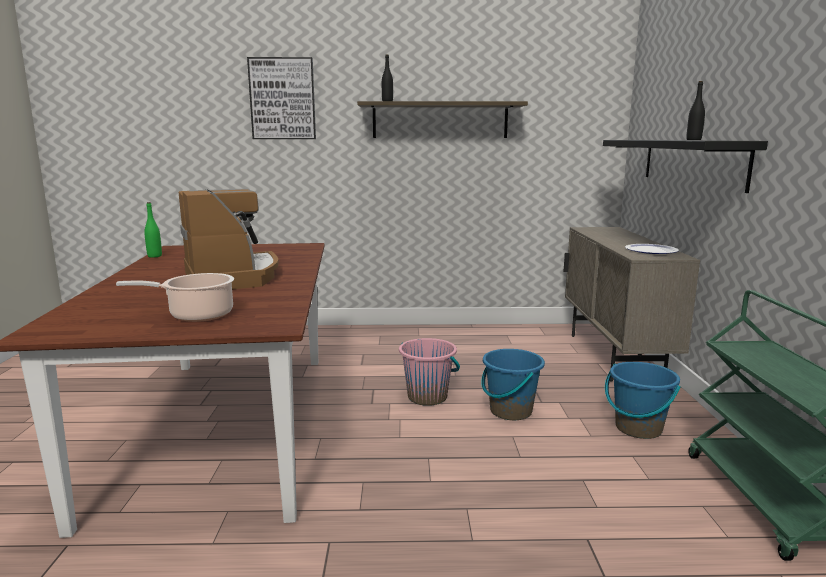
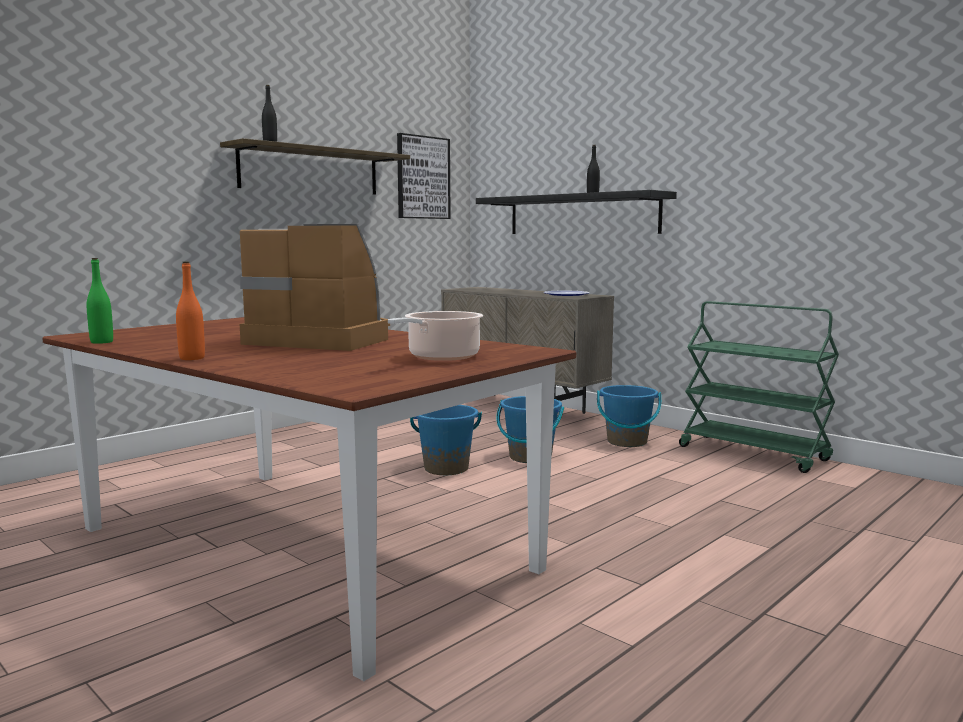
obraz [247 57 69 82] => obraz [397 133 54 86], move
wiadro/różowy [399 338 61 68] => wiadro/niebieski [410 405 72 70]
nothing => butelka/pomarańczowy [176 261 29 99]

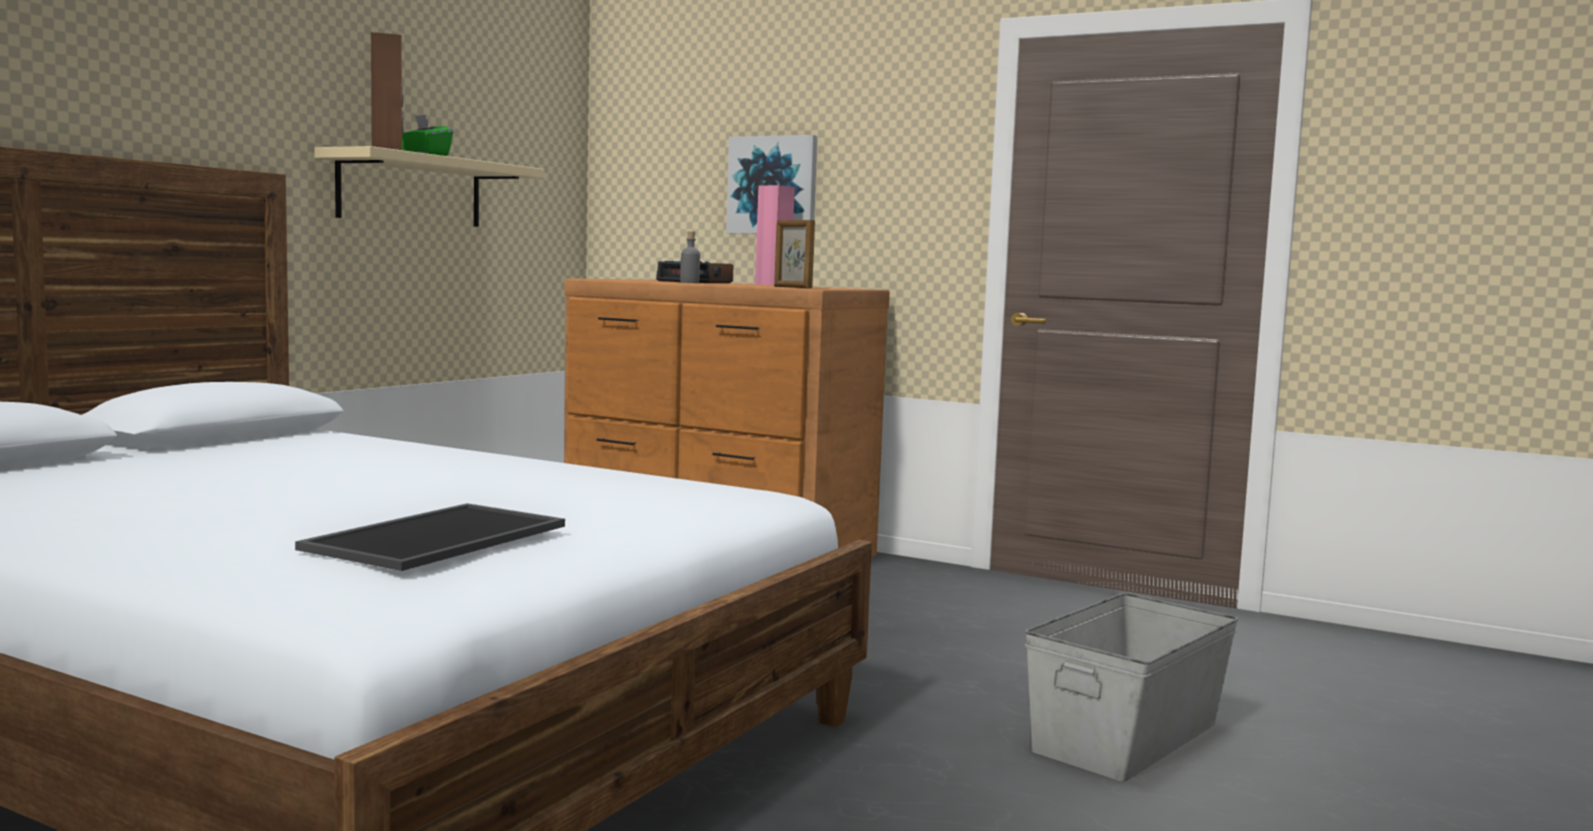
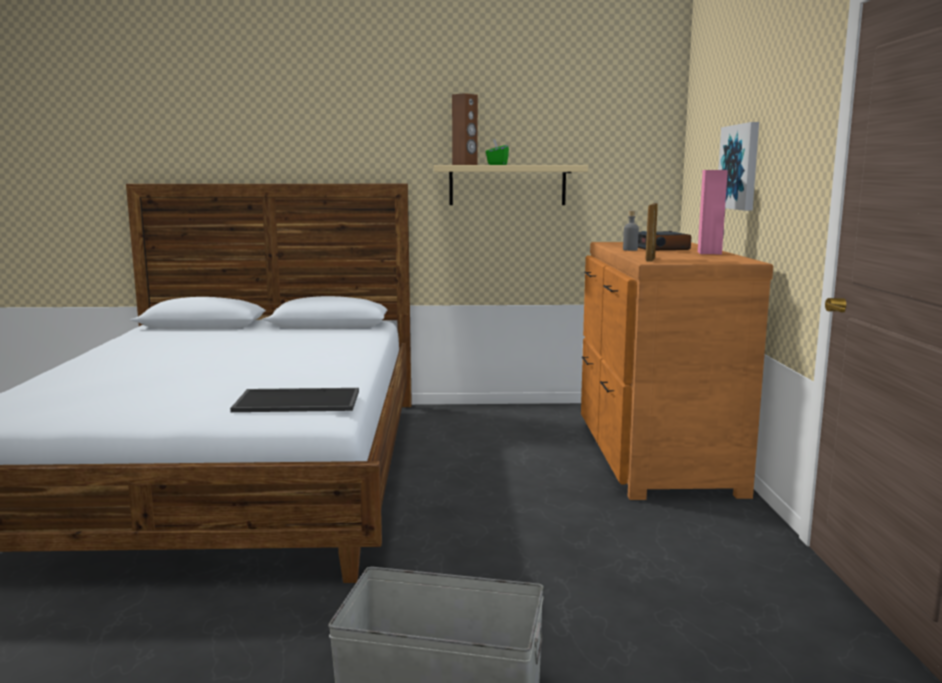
taca [295 503 270 68] => taca [230 388 129 24], move

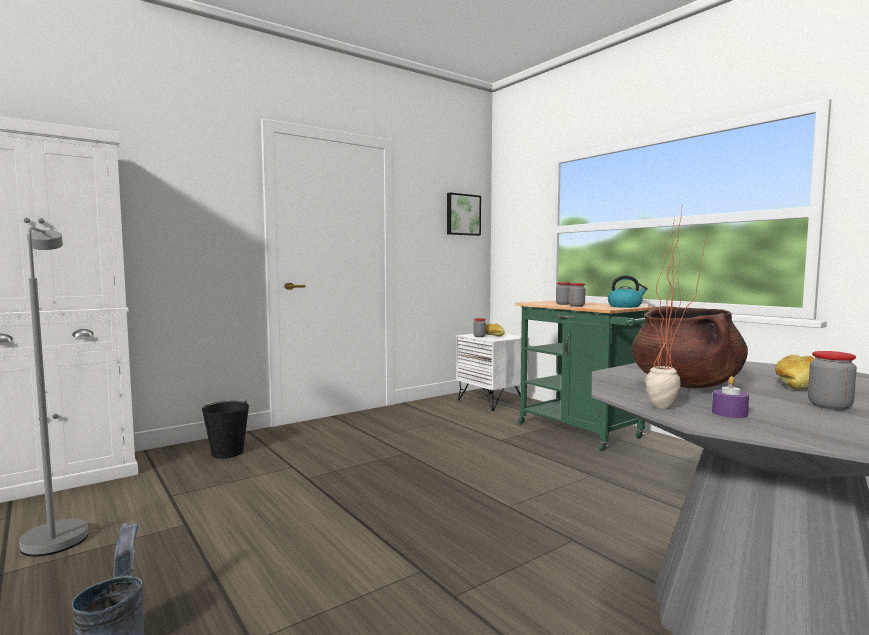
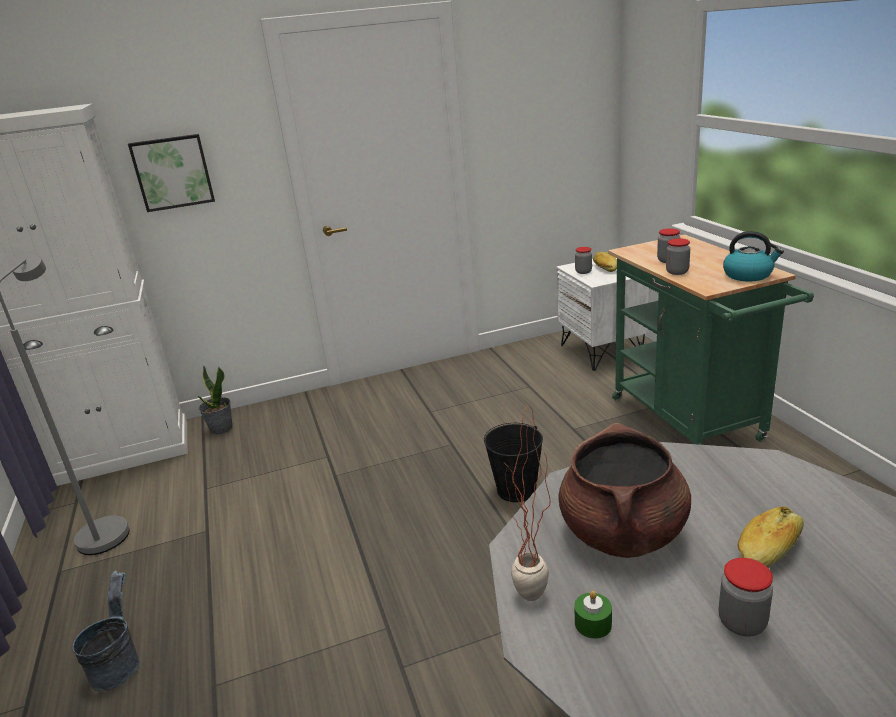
wiadro/czarny [202 401 47 57] => wiadro/czarny [484 423 59 79], move
obraz [447 193 34 43] => obraz [128 134 87 78], move
świeca/fioletowy [712 376 37 42] => świeca/zielony [574 591 38 48]
nothing => roślina doniczkowa [198 365 35 69]

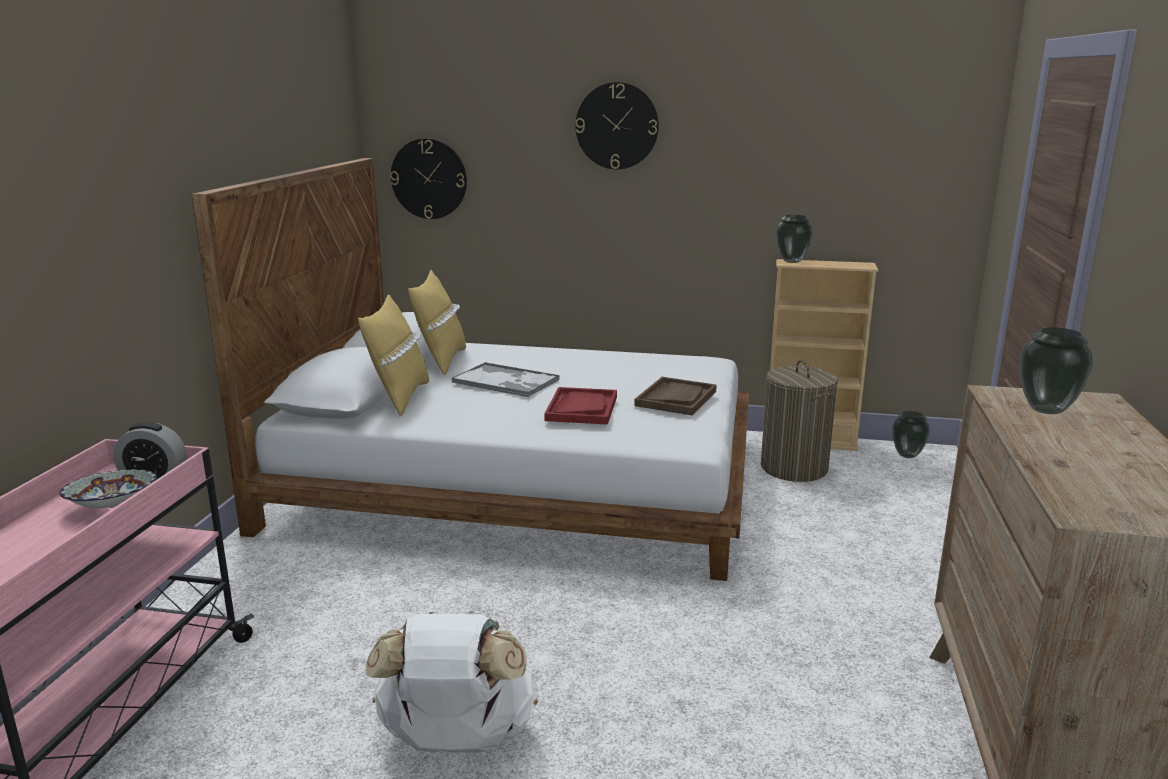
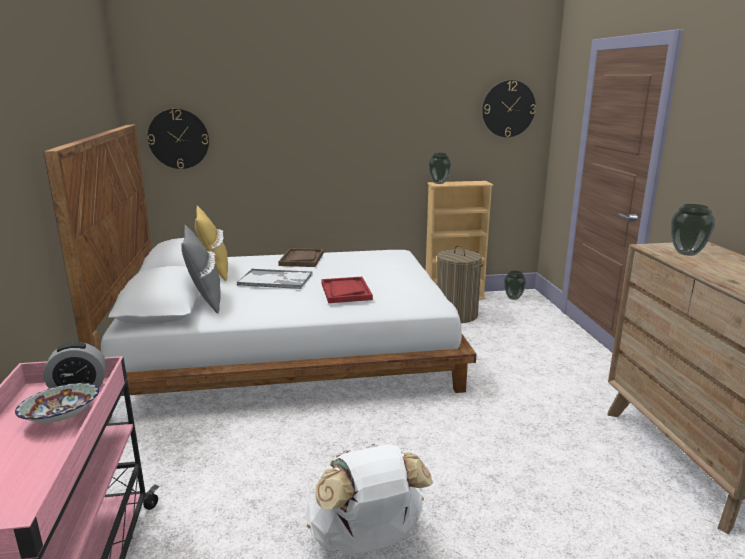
poduszka/żółty [358 294 71 122] => poduszka/szary [181 224 40 90]
zegar ścienny [575 82 84 87] => zegar ścienny [482 80 54 57], move
taca/brązowy [634 377 83 38] => taca/brązowy [278 248 46 19], move

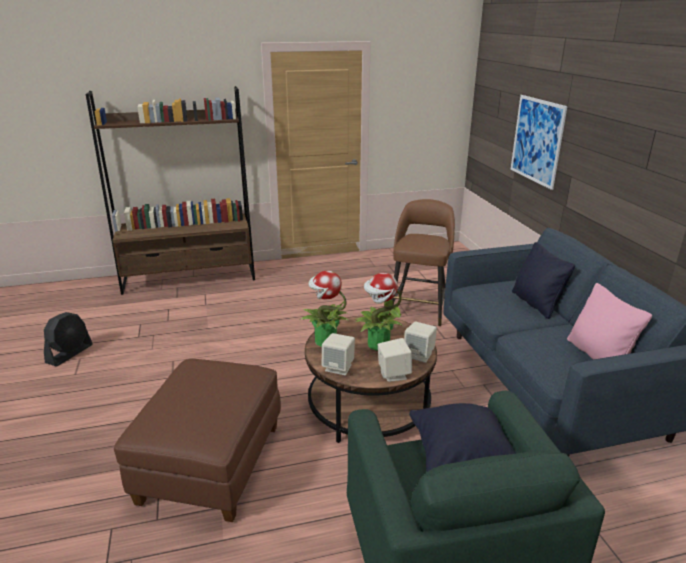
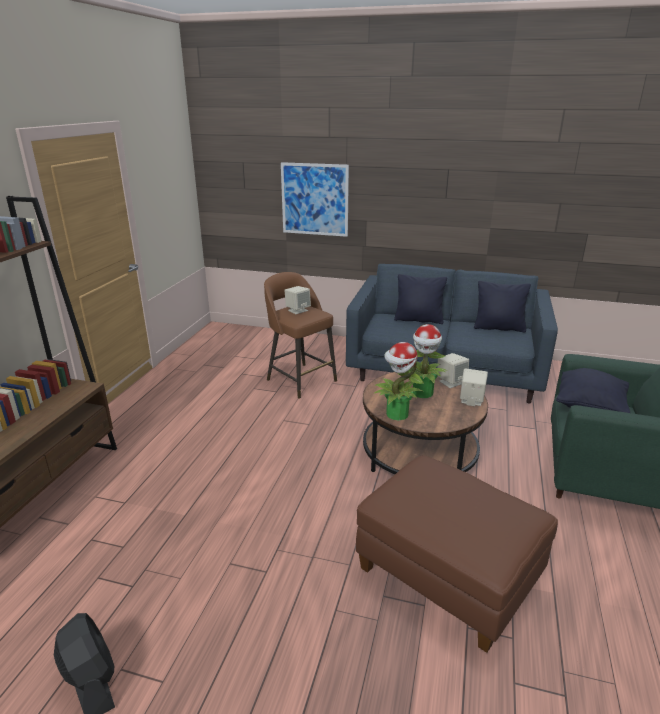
głośnik/beżowy [322 333 33 42] => głośnik/beżowy [284 286 27 28], move
poduszka/różowy [567 283 85 77] => poduszka/czarny [474 281 57 52]

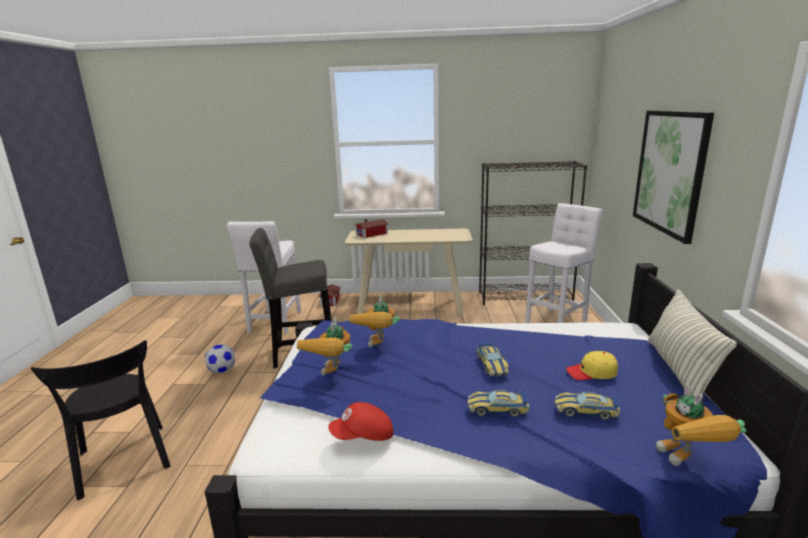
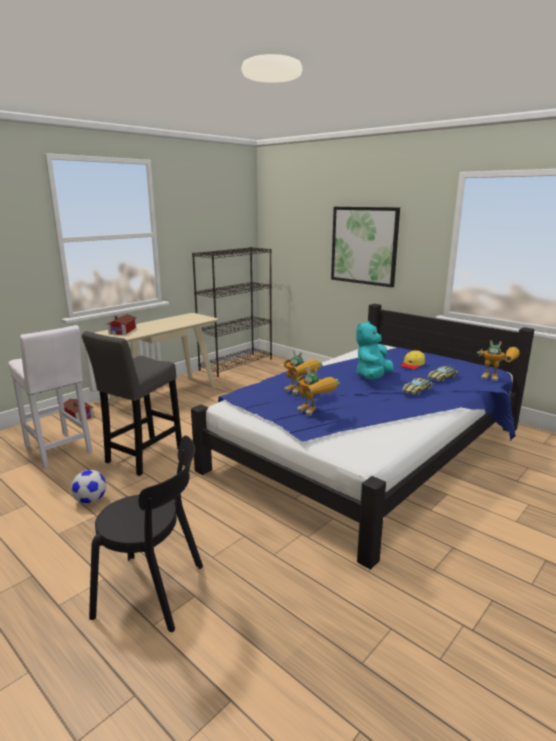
czapka z daszkiem/czerwony [328 402 65 39] => nothing
samochodzik [477 343 32 33] => pluszak/turkusowy [356 321 38 59]
stołek/biały [525 203 78 120] => nothing
poduszka [648 289 89 107] => nothing

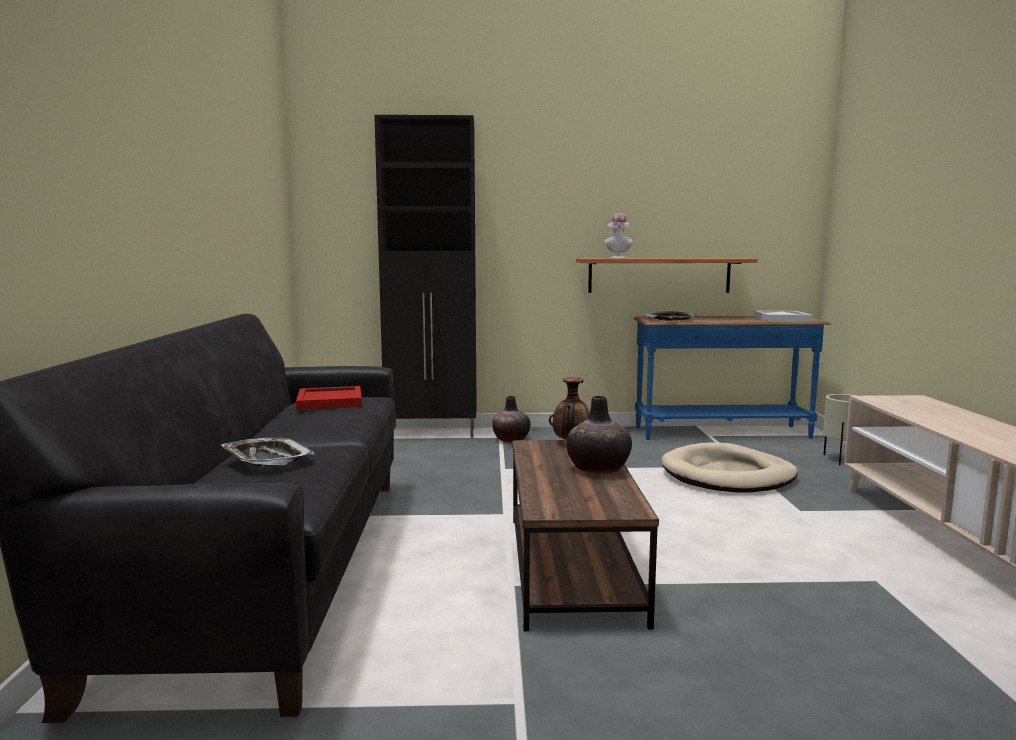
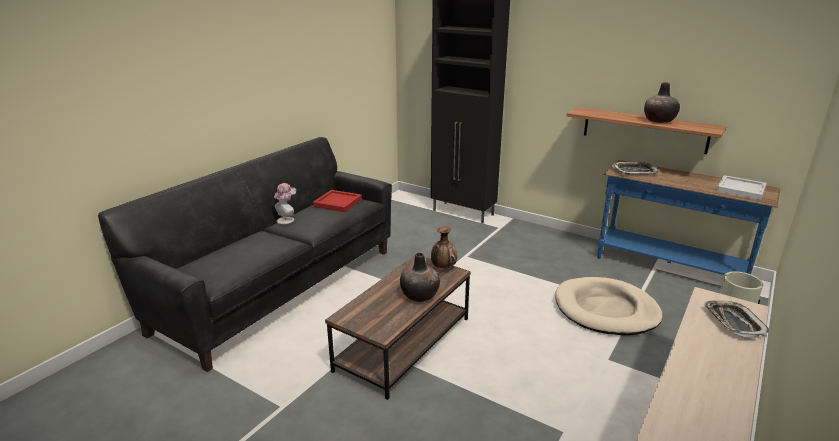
taca [221 437 93 30] => taca [703 300 68 38], move
wazon [492 396 38 46] => wazon [644 82 36 41], move
kapelusz [605 213 28 45] => kapelusz [274 183 22 41], move

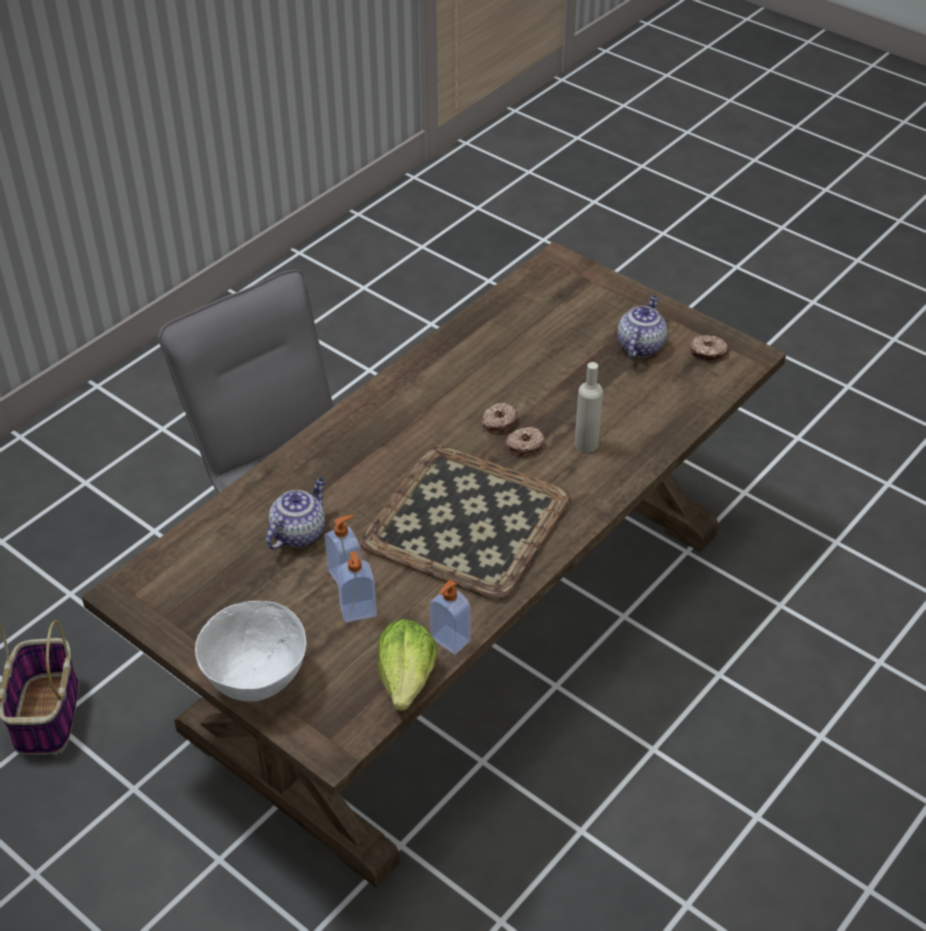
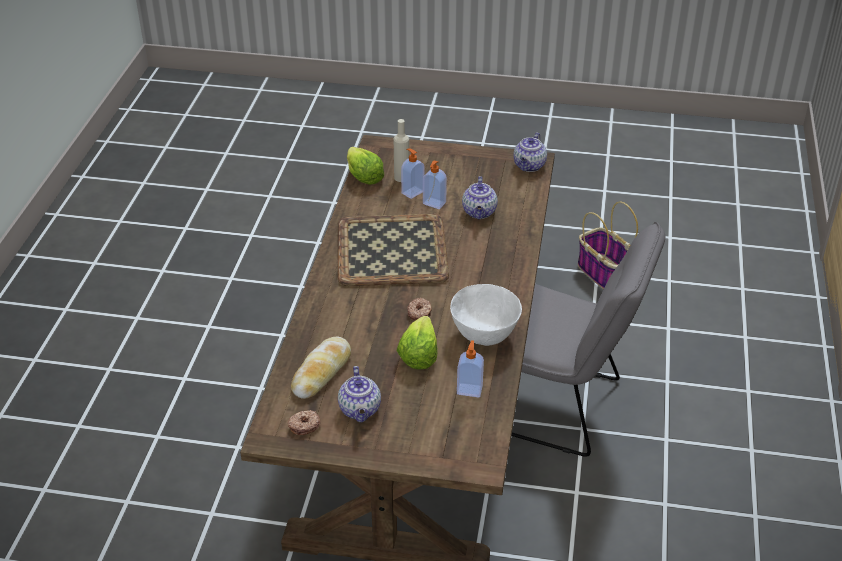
miska/biały [195 601 111 101] => miska/biały [450 284 72 62], move
dozownik mydła [430 580 41 75] => dozownik mydła [457 340 27 57], move
donut [505 427 40 30] => nothing
butelka/beżowy [575 362 28 90] => butelka/beżowy [394 119 15 63], move
nothing => chleb [291 337 60 62]
nothing => sałata [396 316 42 53]
nothing => imbryk [513 133 34 39]

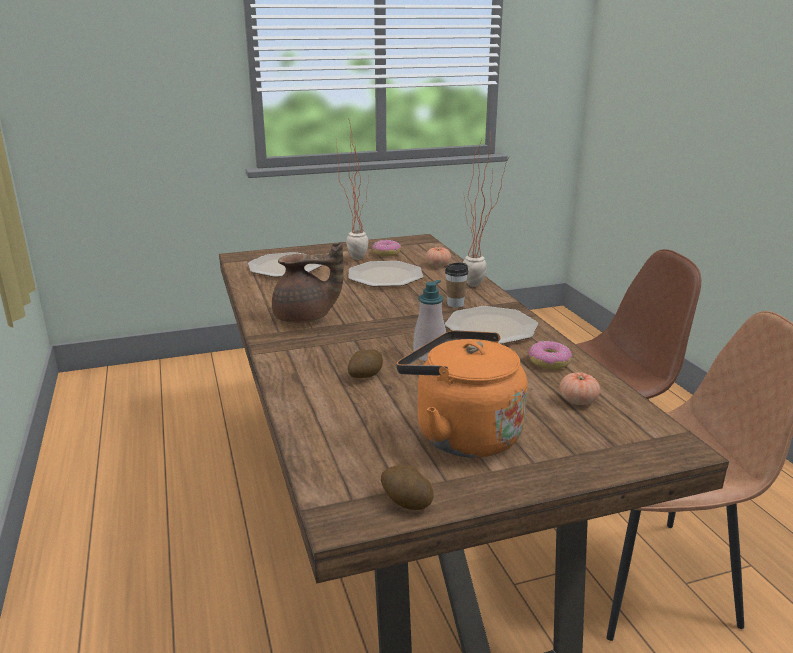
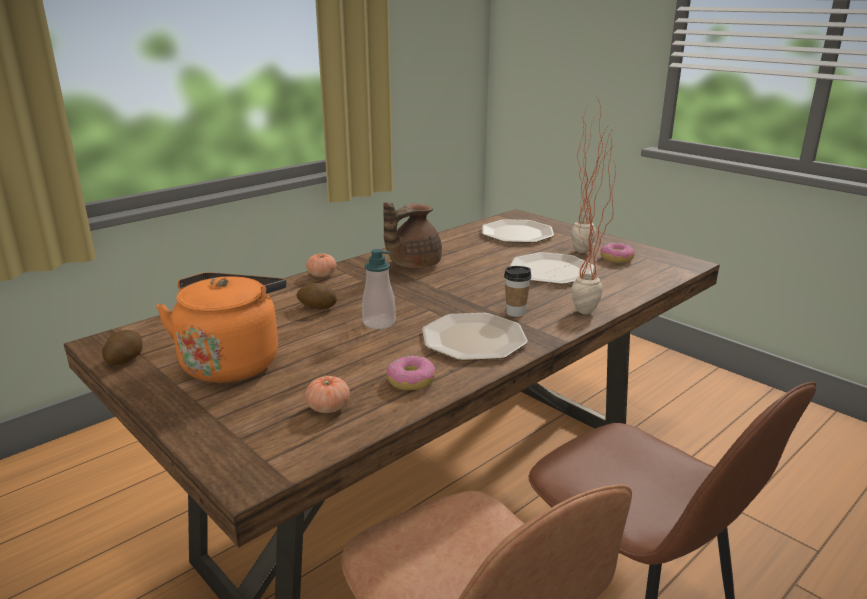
imbryk/brązowy [272 242 71 81] => imbryk/brązowy [383 202 59 66], 75 degrees clockwise
pomidor [426 247 25 20] => pomidor [306 254 30 23], move

